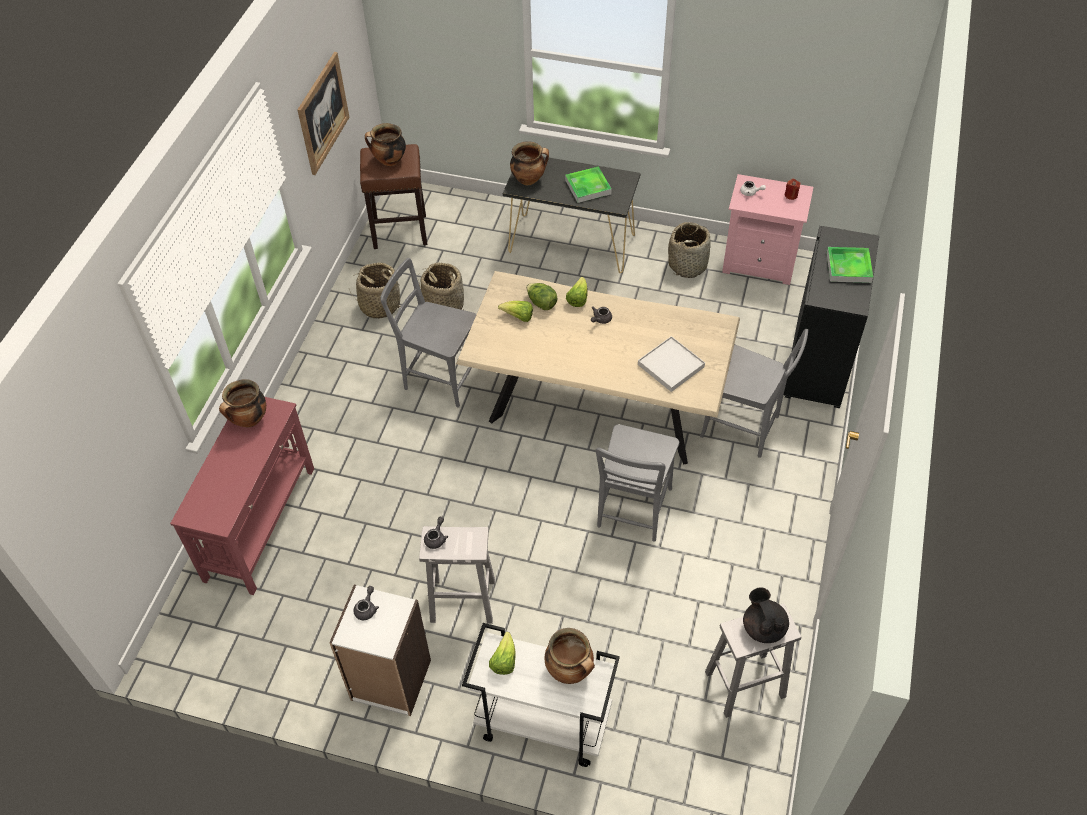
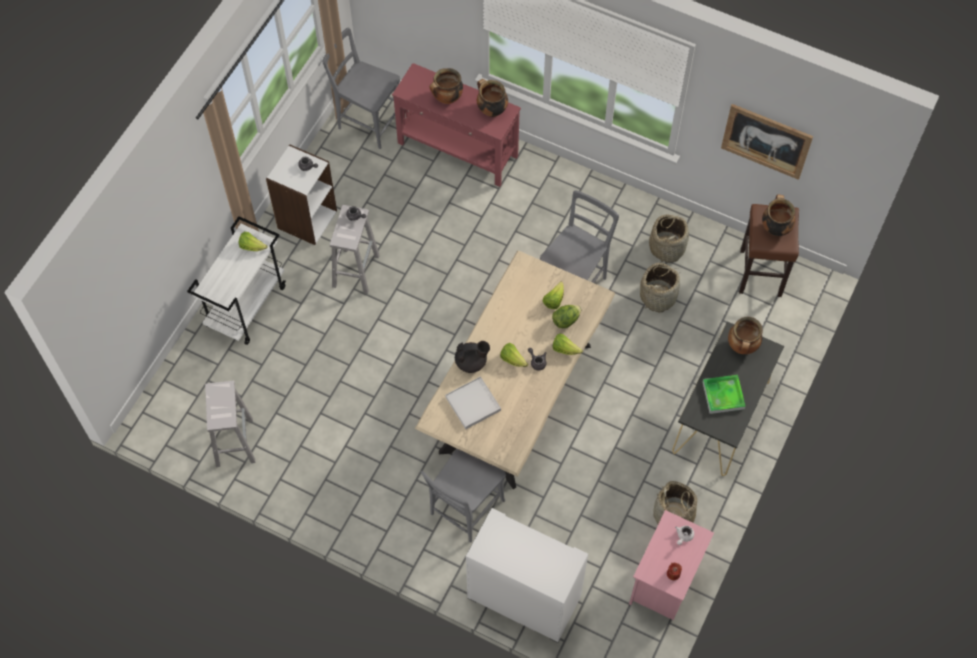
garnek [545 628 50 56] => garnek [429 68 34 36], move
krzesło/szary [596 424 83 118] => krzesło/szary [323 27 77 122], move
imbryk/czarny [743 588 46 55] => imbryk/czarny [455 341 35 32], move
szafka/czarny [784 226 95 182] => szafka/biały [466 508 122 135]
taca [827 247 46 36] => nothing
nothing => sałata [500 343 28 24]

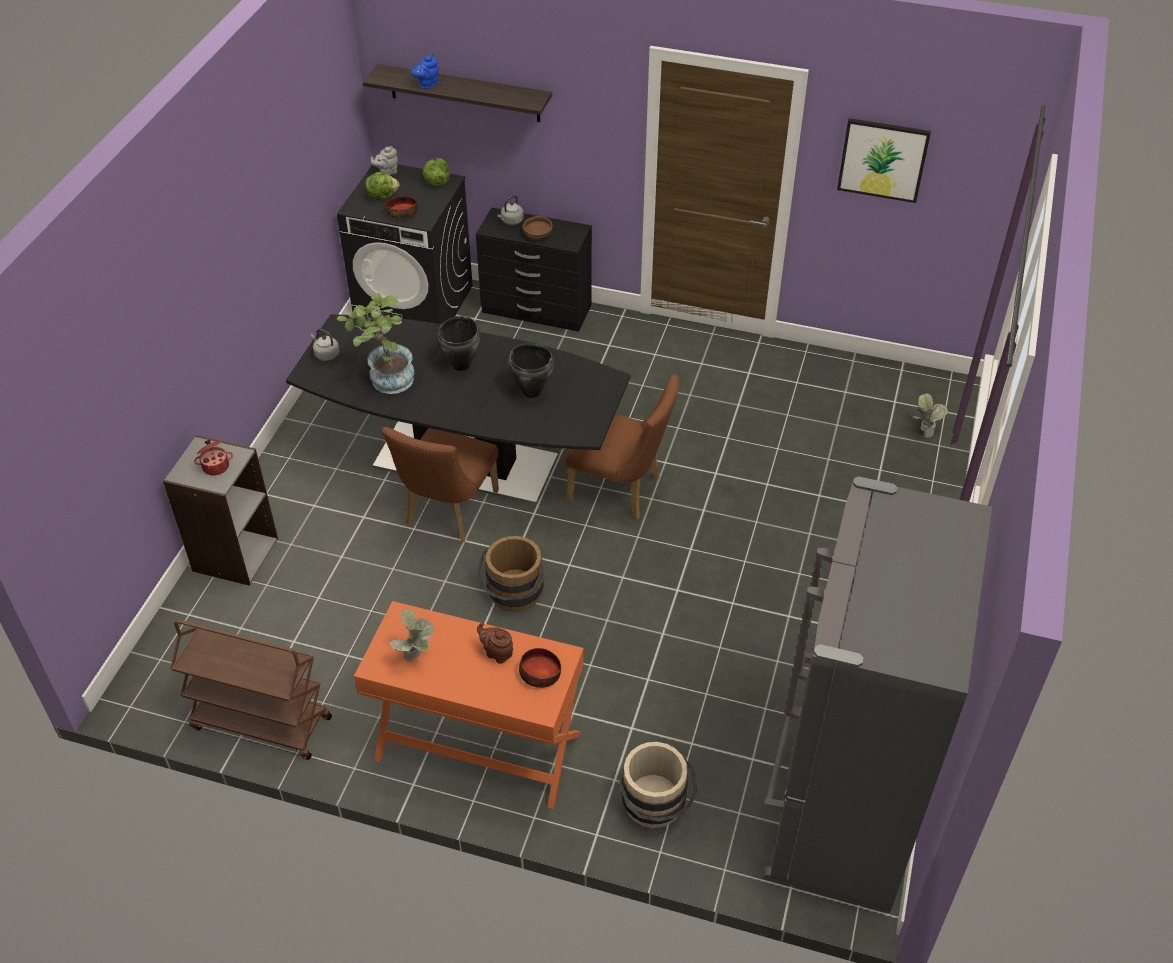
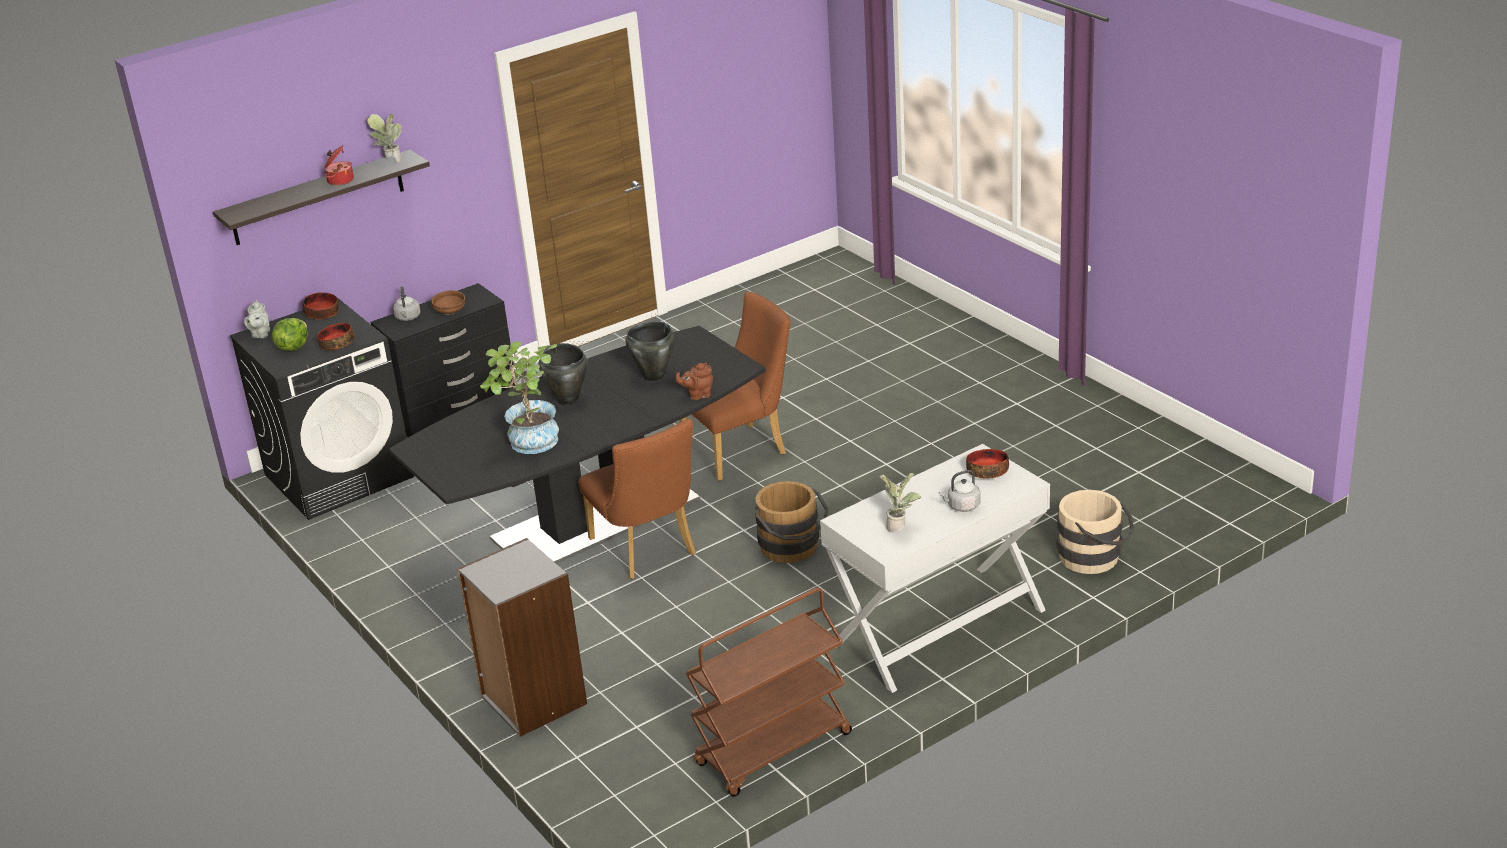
garnek [194 439 39 37] => garnek [324 145 30 41], move
czajnik/szary [310 329 29 32] => czajnik/szary [939 470 42 42], move
stolik konsolowy/pomarańczowy [354 601 230 208] => stolik konsolowy/biały [820 444 230 249]
imbryk/niebieski [411 55 28 34] => nothing
sałata [422 158 28 28] => miska [303 292 36 27]
imbryk/brązowy [477 622 36 42] => imbryk/brązowy [676 363 37 37], move
lodówka/szary [763 476 229 437] => nothing
obraz [837 118 94 85] => nothing
roślina doniczkowa [912 394 36 44] => roślina doniczkowa [367 114 35 49], move

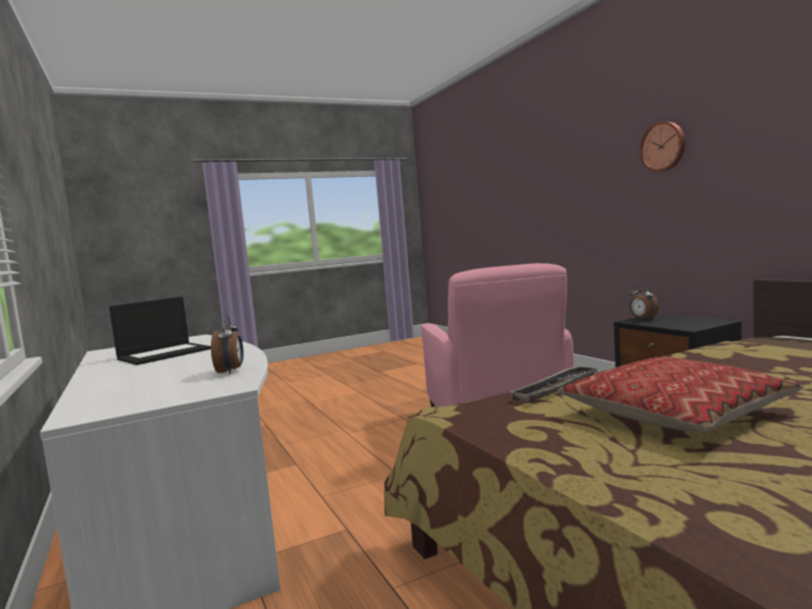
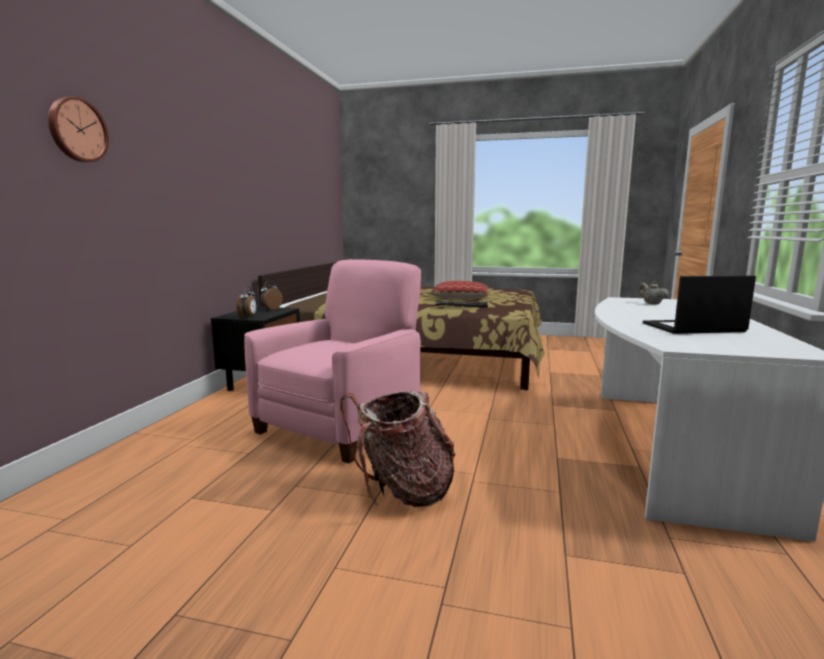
budzik [211 315 33 59] => budzik [261 281 22 29], move
zegar ścienny [640 122 45 50] => zegar ścienny [48 96 61 66], move
nothing => plecak [340 390 116 117]
nothing => imbryk/beżowy [638 281 31 23]

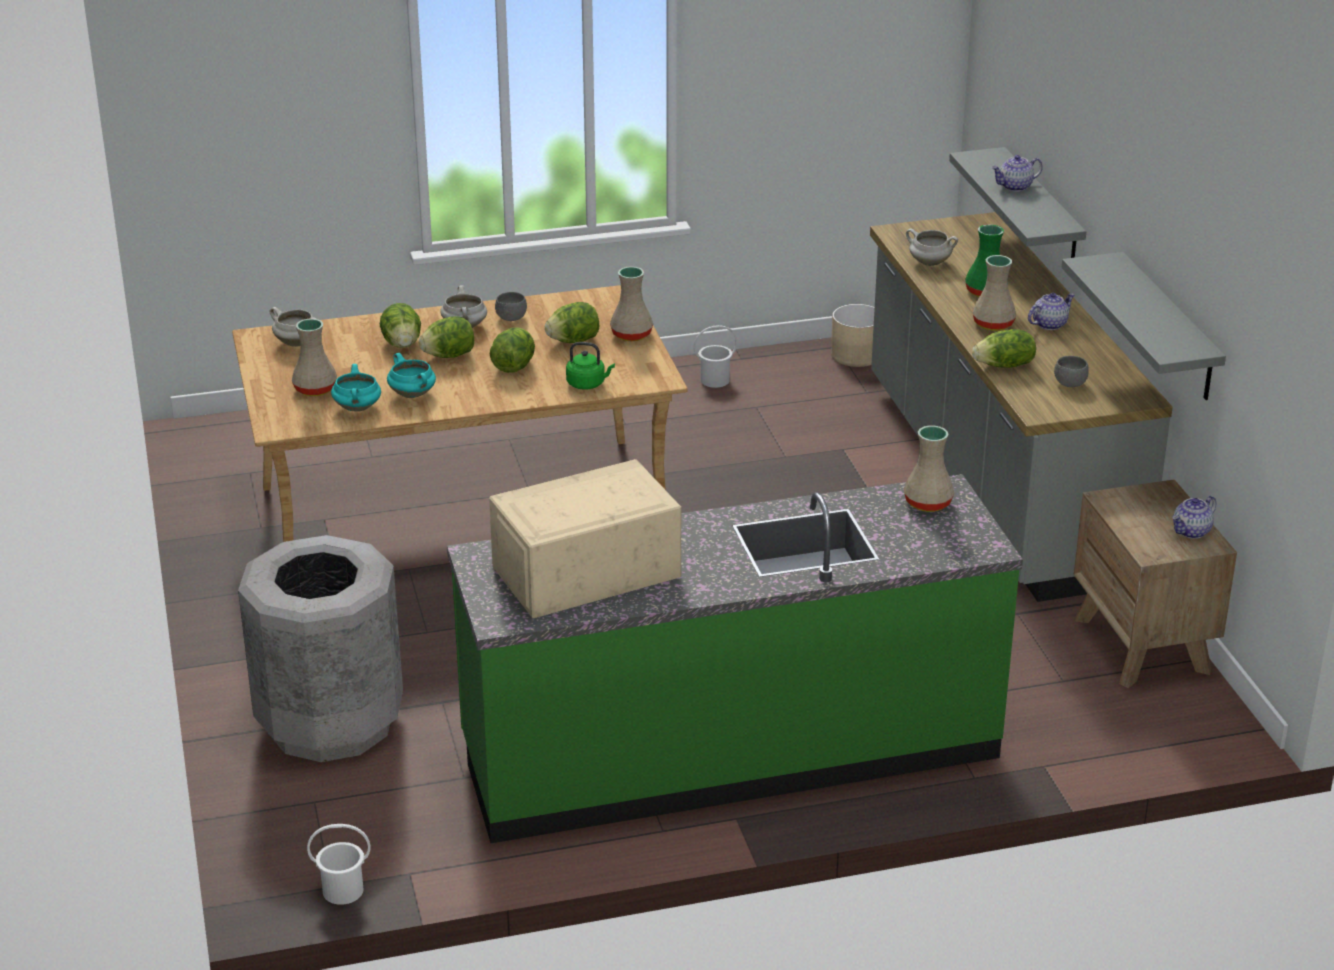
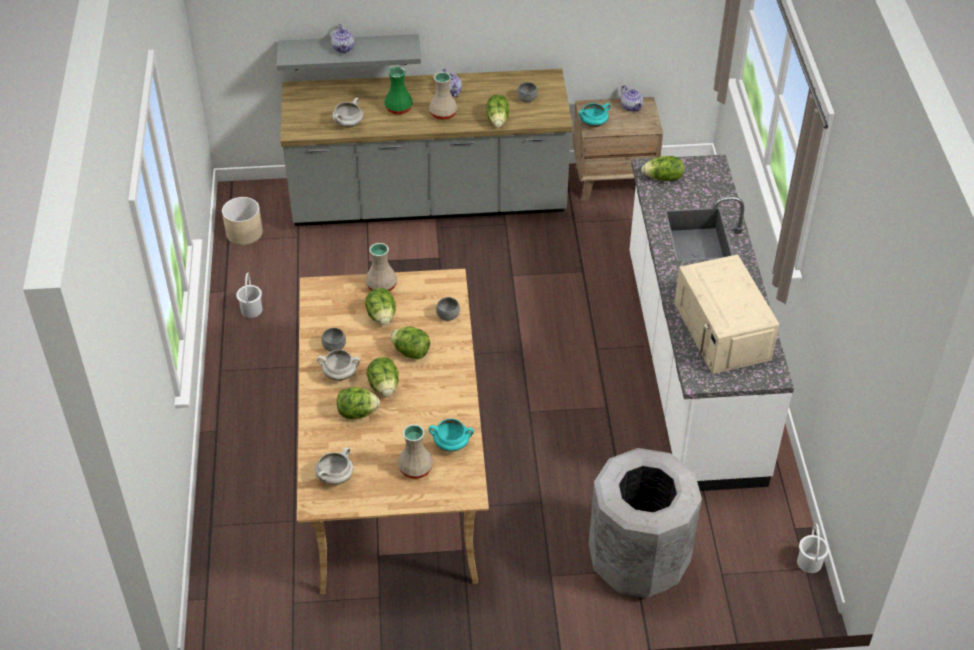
garnek/turkusowy [387 353 49 45] => garnek/turkusowy [579 103 32 25], move
zabudowa kuchenna/zielony [447 474 576 369] => zabudowa kuchenna/biały [629 154 165 337]
czajnik/zielony [566 342 49 48] => miska/szary [436 297 24 24]
wazon/beżowy [904 426 50 86] => sałata [641 156 43 25]
półka/szary [1062 252 164 148] => nothing

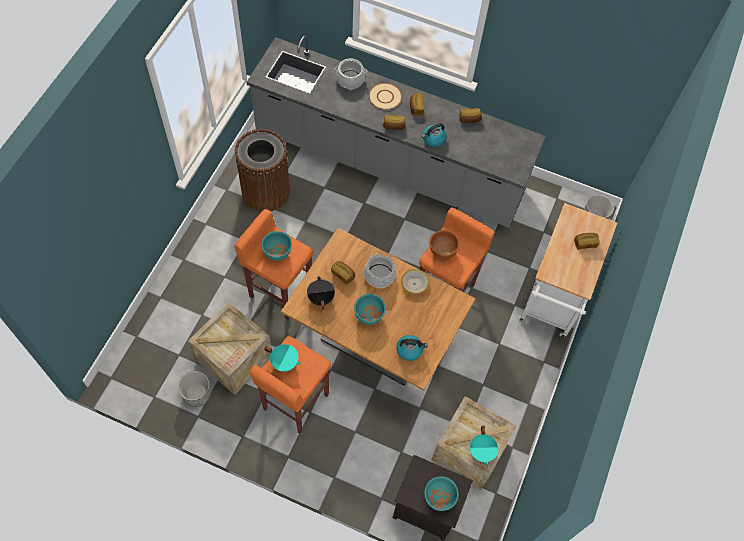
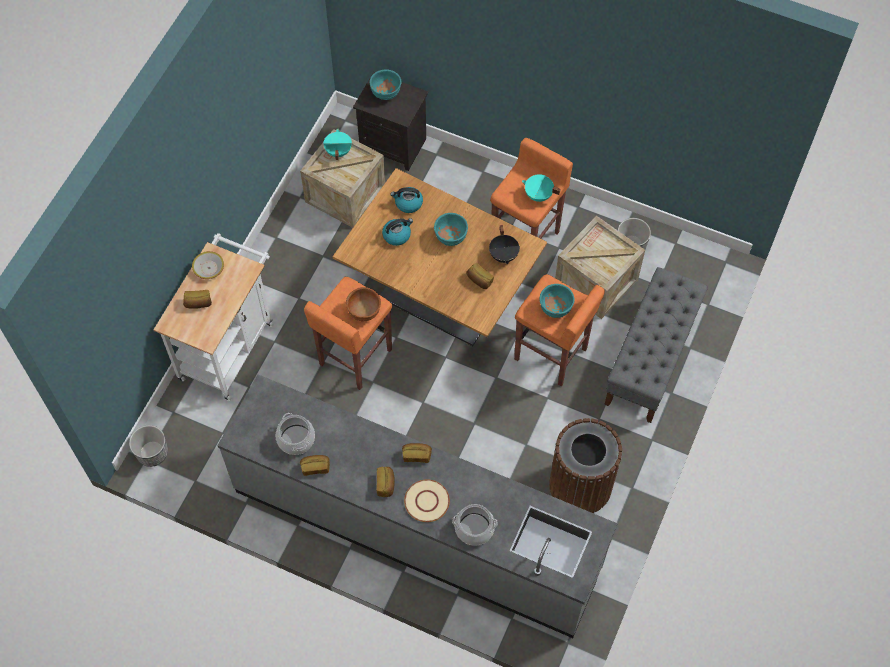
garnek [364 253 32 35] => garnek [276 413 39 42], move
miska [401 269 28 25] => miska [192 251 32 28], move
czajnik [422 123 25 24] => czajnik [382 218 31 28], move
nothing => ławka/szary [604 267 104 156]

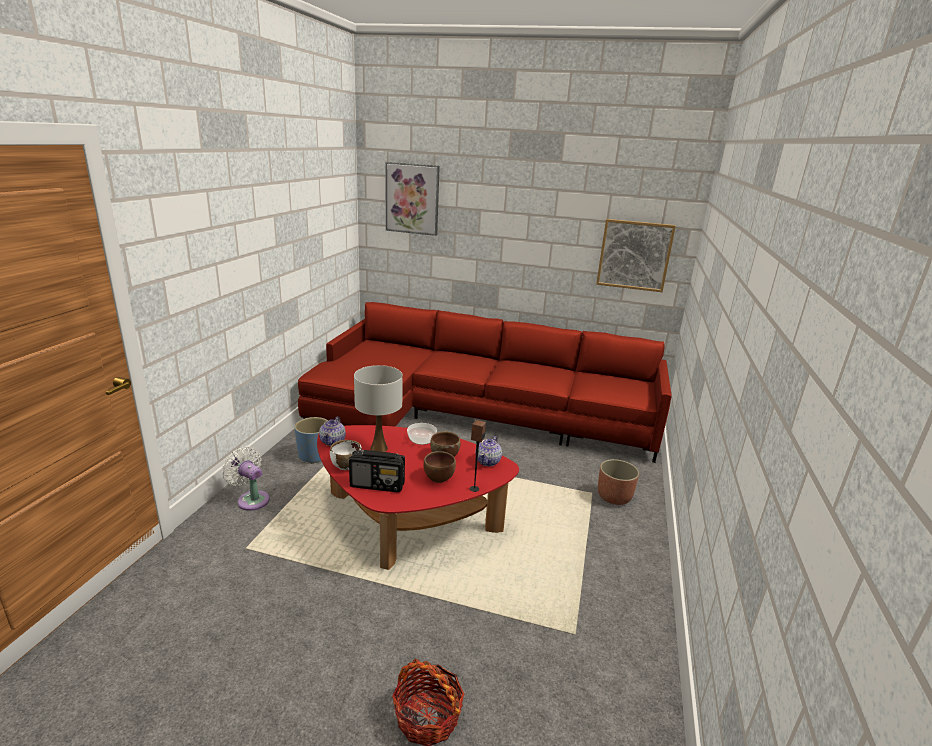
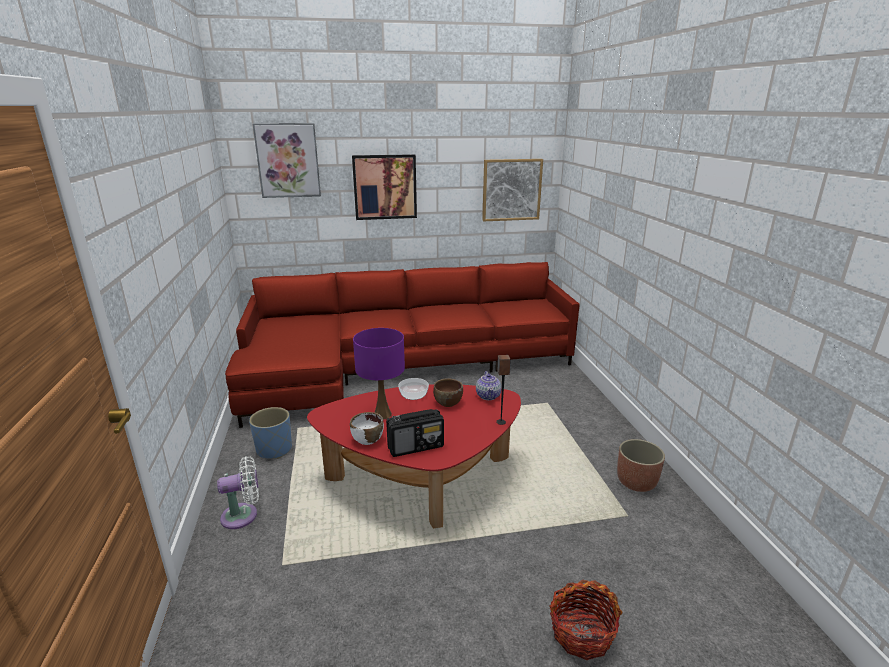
wentylator/biały [222 446 48 65] => wentylator/biały [217 456 42 73], 150 degrees clockwise
imbryk [319 417 27 29] => nothing
lampa stołowa/biały [354 365 49 87] => lampa stołowa/fioletowy [353 328 52 91]
miska/brązowy [424 451 32 32] => nothing
donica [598 459 41 46] => donica [617 439 48 53], move
nothing => obraz [352 154 65 66]

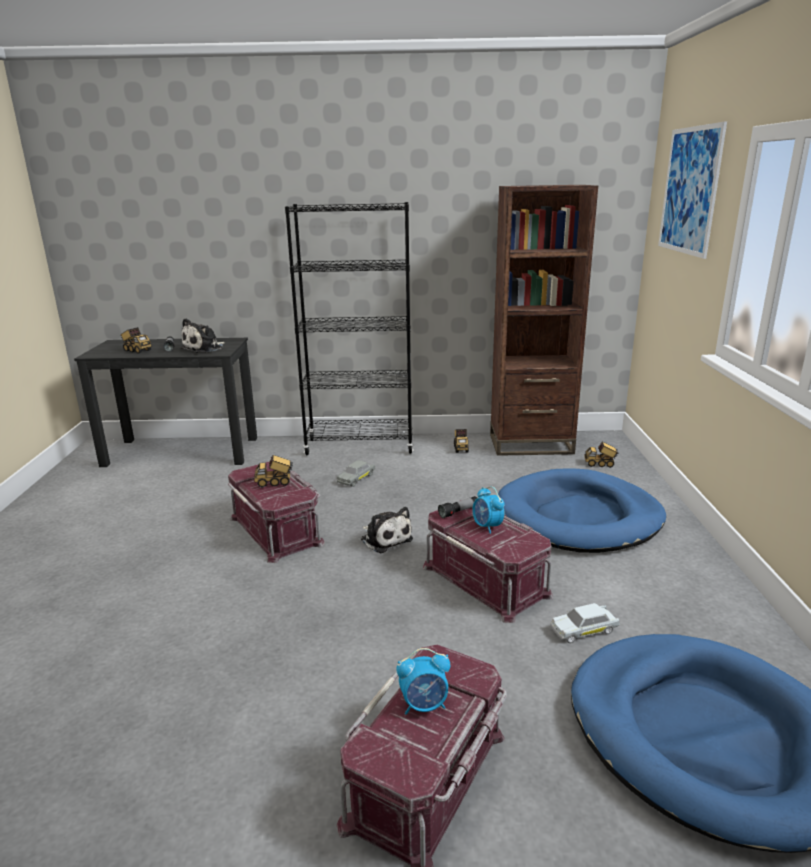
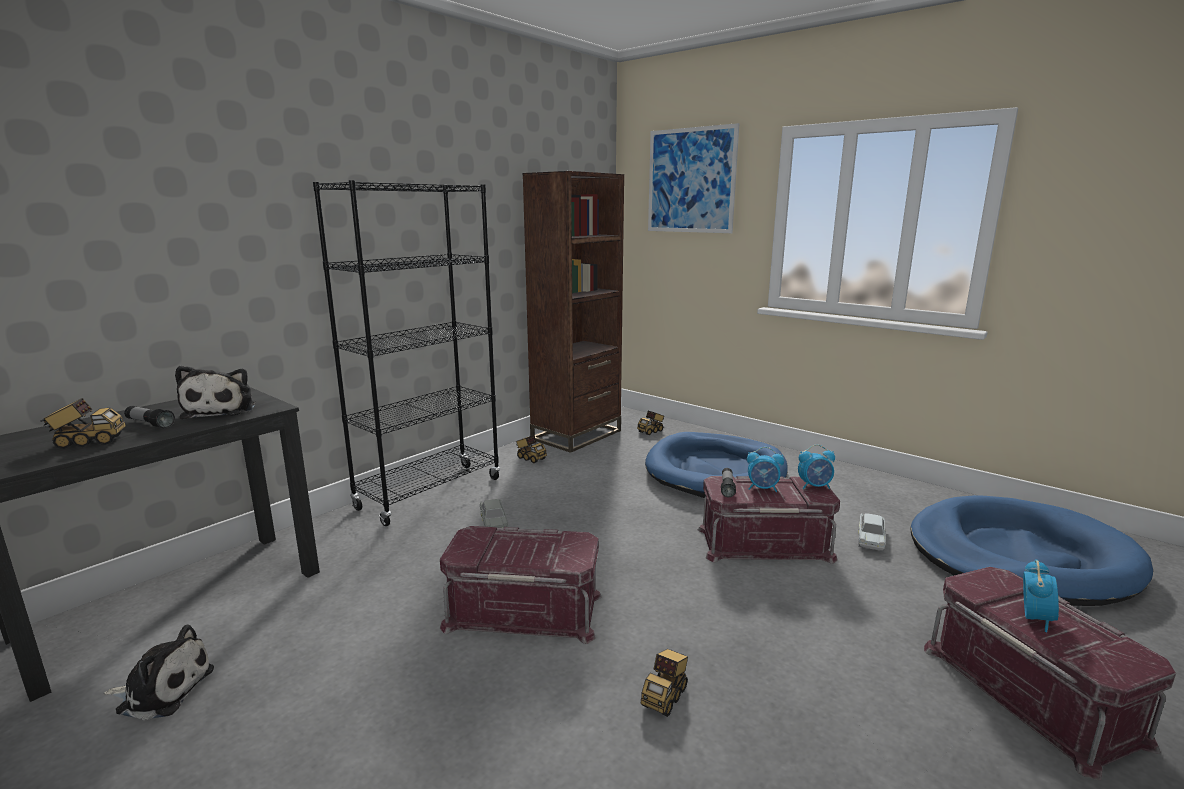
ciężarówka zabawkowa [254 455 39 33] => ciężarówka zabawkowa [641 649 47 68], move
pluszak [361 507 52 46] => pluszak [104 625 110 95], move
nothing => budzik [798 445 37 44]

